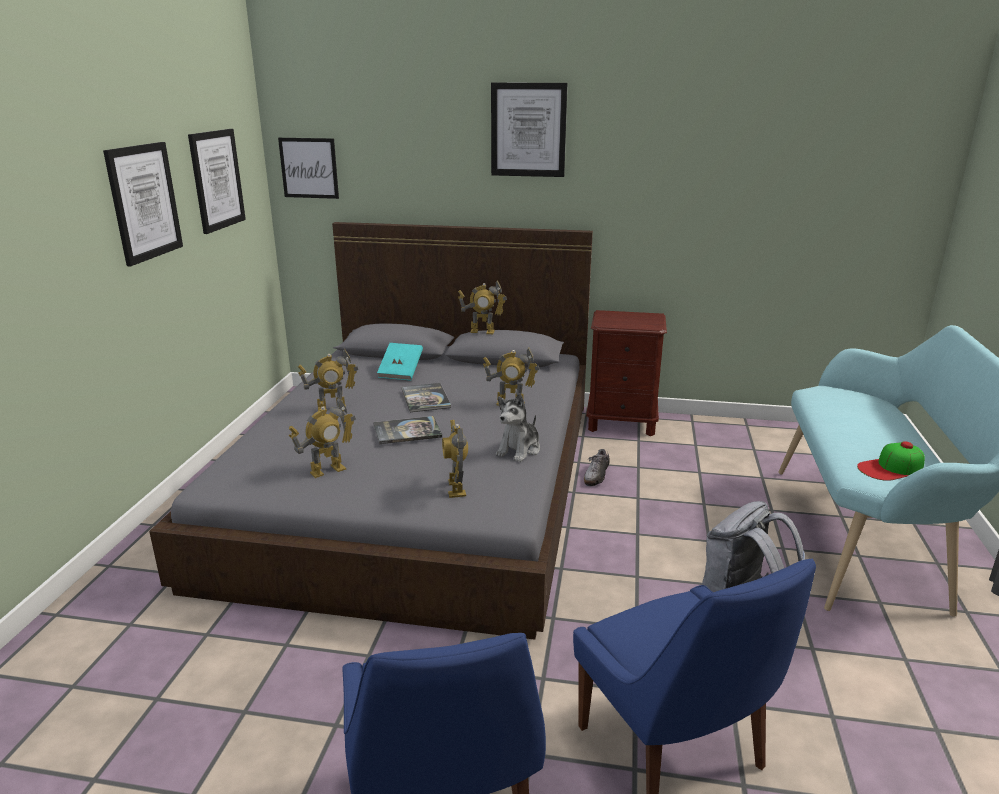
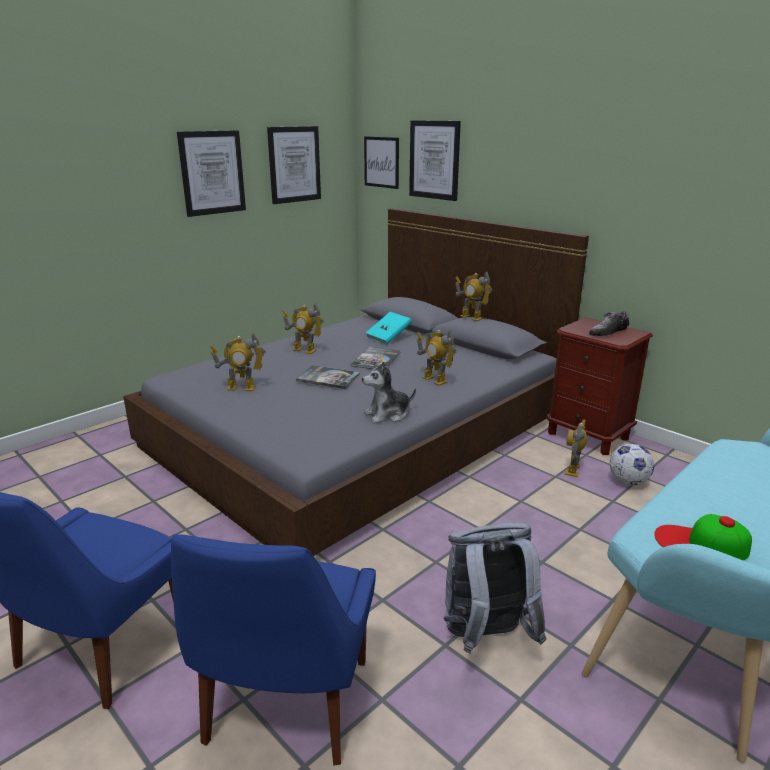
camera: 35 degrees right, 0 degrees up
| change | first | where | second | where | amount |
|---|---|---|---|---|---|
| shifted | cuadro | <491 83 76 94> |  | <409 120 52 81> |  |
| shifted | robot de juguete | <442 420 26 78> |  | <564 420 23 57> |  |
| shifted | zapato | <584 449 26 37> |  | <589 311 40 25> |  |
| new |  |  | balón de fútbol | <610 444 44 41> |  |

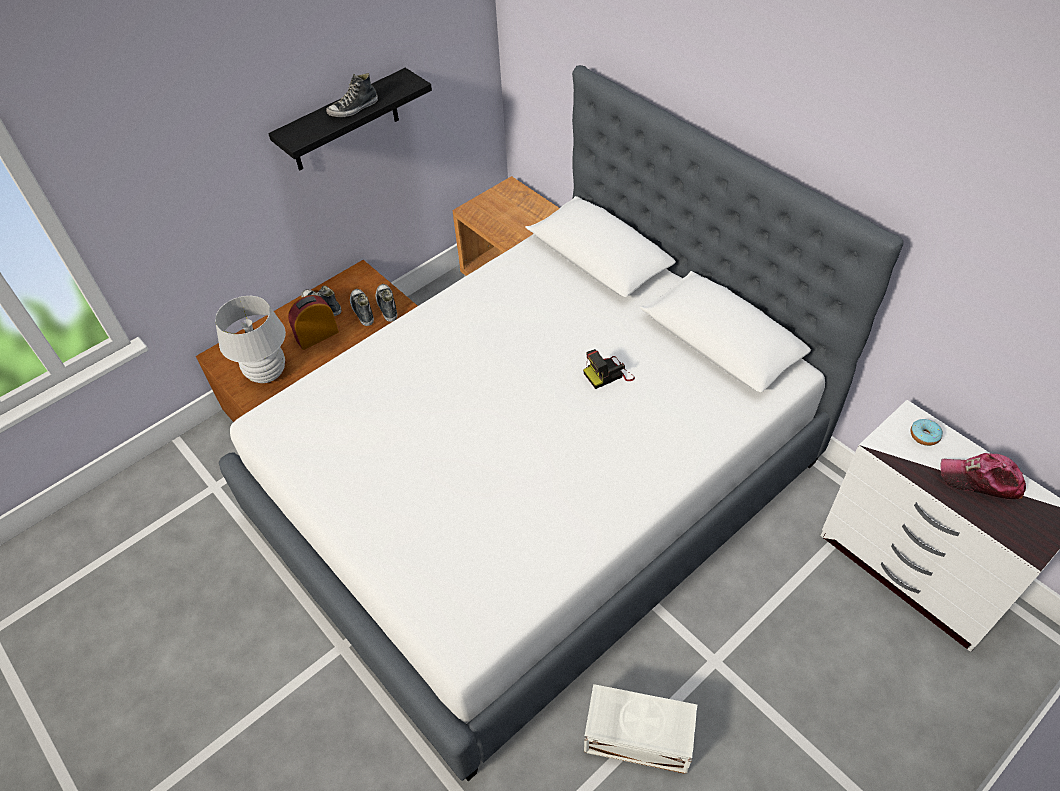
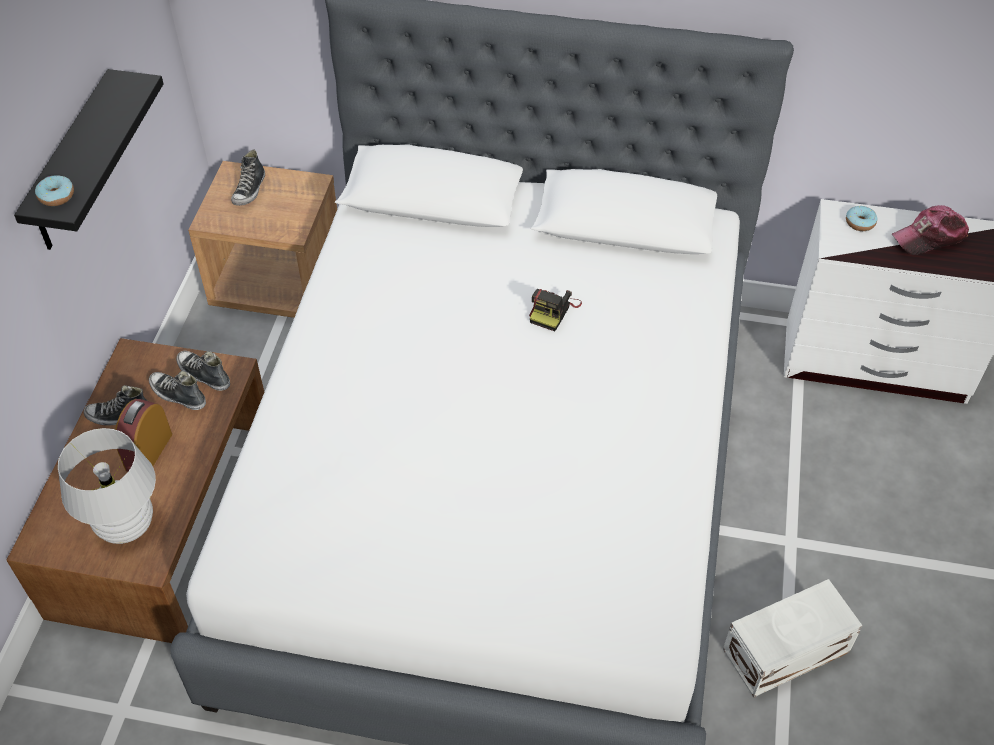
camera: 40 degrees left, 0 degrees up
| change | first | where | second | where | amount |
|---|---|---|---|---|---|
| shifted | zapato | <326 73 52 44> |  | <231 149 34 57> |  |
| new |  |  | rosquilla | <35 175 39 31> |  |

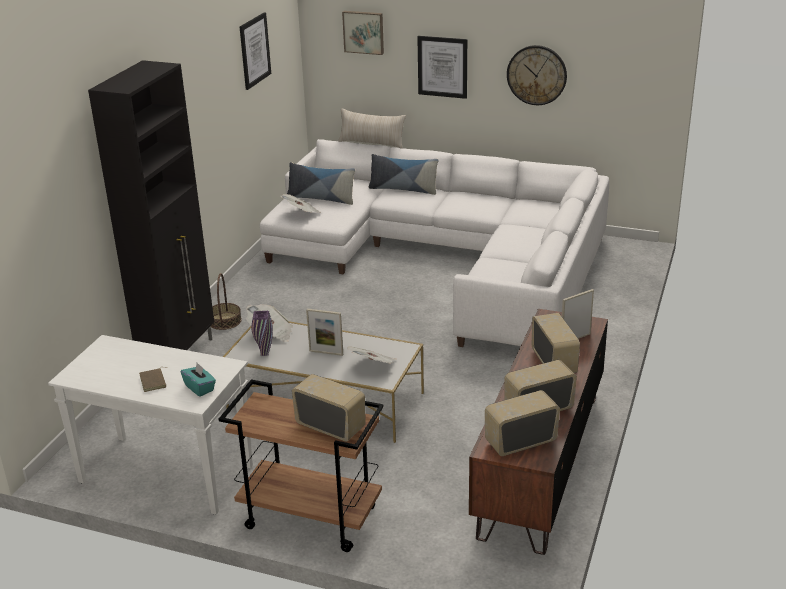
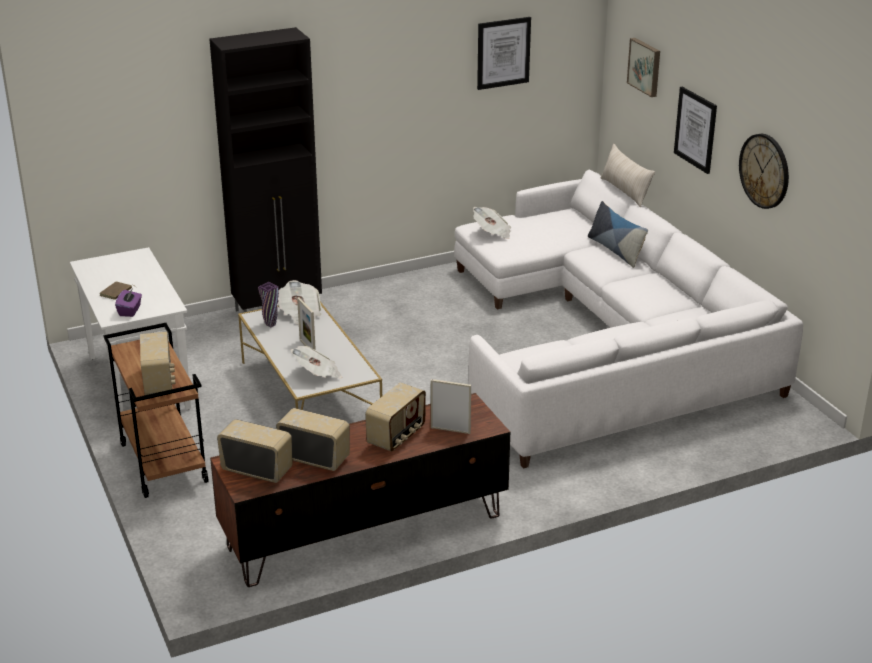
camera: 45 degrees right, 0 degrees up
| change | first | where | second | where | amount |
|---|---|---|---|---|---|
| gone | cojín | <287 162 68 43> |  |  |  |
| gone | cesta | <211 273 31 57> |  |  |  |
| repainted | caja de pañuelos/turquesa | <181 363 35 34> | caja de pañuelos/morado | <115 288 27 29> |  |

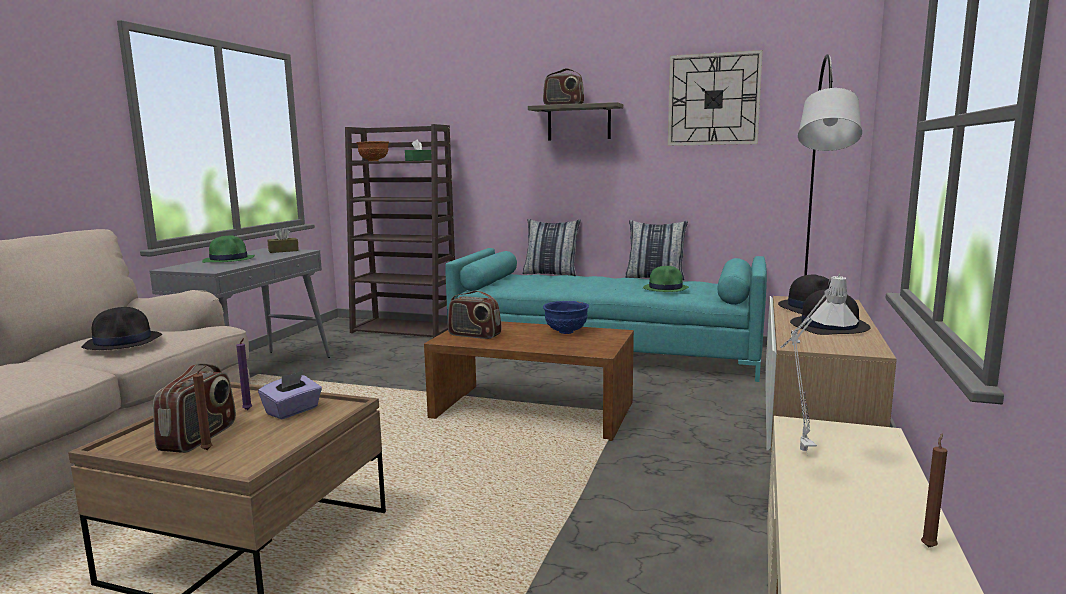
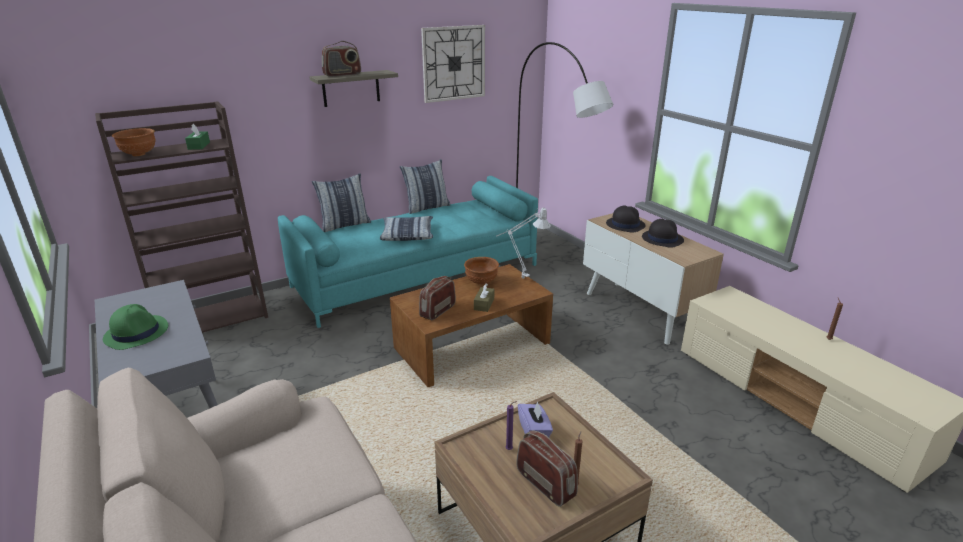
camera: 50 degrees left, 15 degrees up
| change | first | where | second | where | amount |
|---|---|---|---|---|---|
| shifted | caja de pañuelos/marrón | <268 228 31 25> |  | <474 284 20 28> |  |
| gone | sombrero/verde | <643 266 46 26> |  |  |  |
| shifted | lámpara de mesa/gris | <780 274 78 182> |  | <497 208 54 71> |  |
| rotated | radio | <448 291 53 48> |  | <419 276 37 44> | 150 degrees clockwise |
| repainted | cuenco/azul | <543 301 46 33> | cuenco/marrón | <464 257 35 28> |  |
| gone | sombrero/negro | <81 307 81 43> |  |  |  |
| new |  |  | cojín | <380 216 53 25> |  |

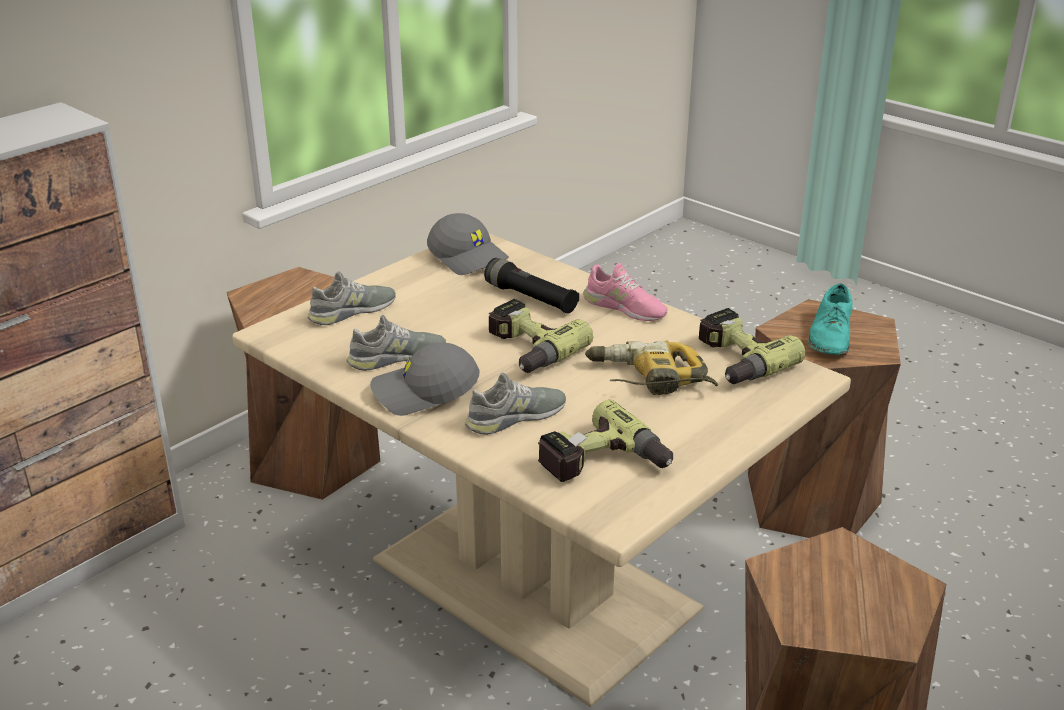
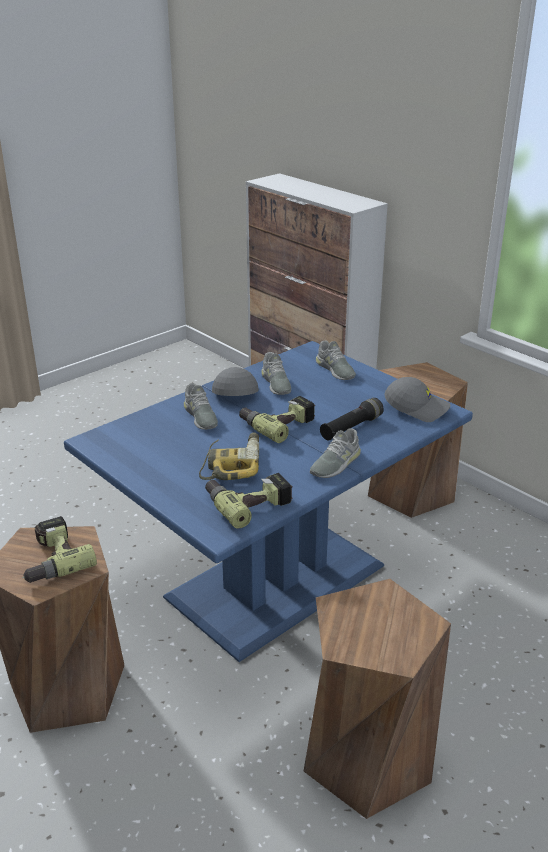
camera: 95 degrees right, 0 degrees up
| change | first | where | second | where | amount |
|---|---|---|---|---|---|
| rotated | gorra/gris | <427 213 82 62> |  | <384 377 66 45> | 120 degrees counterclockwise |
| repainted | mesa de comedor/beis | <232 233 619 474> | mesa de comedor/azul | <64 341 409 321> |  |
| repainted | zapato/rosa | <583 263 85 58> | zapato/gris | <310 428 51 50> |  |
| gone | zapato/turquesa | <808 283 45 72> |  |  |  |
| shifted | taladro | <538 400 135 82> |  | <22 516 75 67> |  |

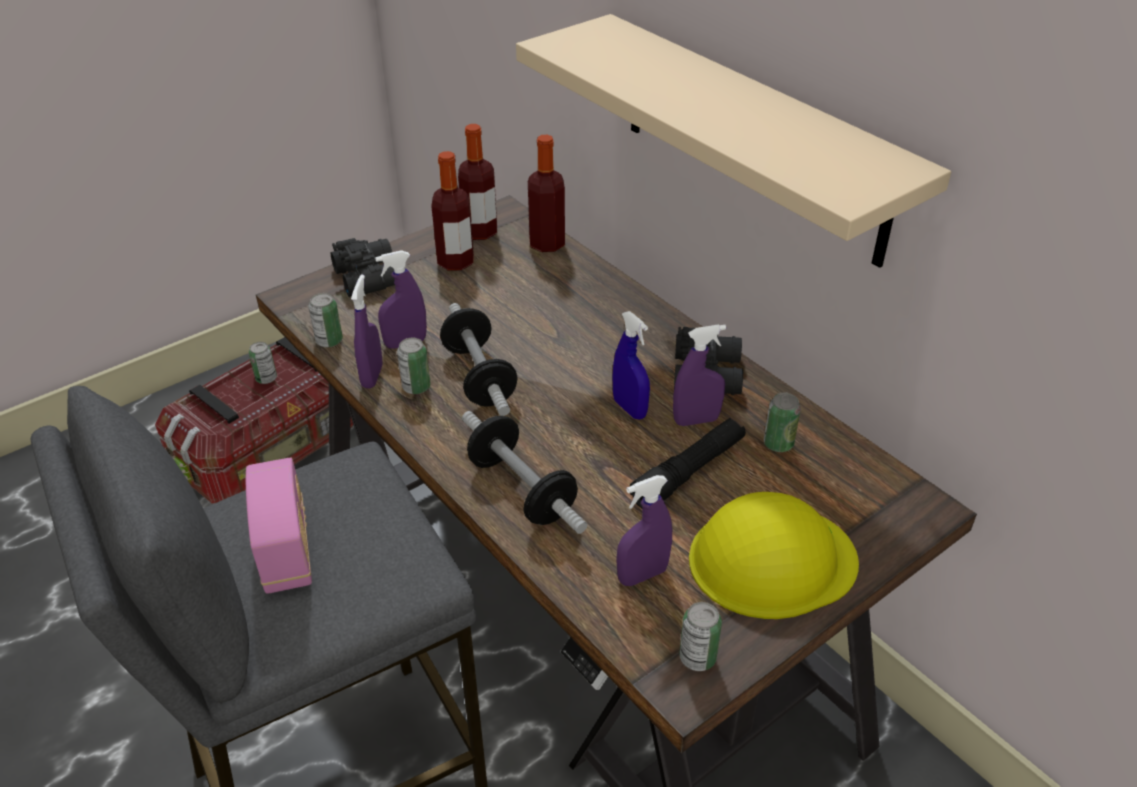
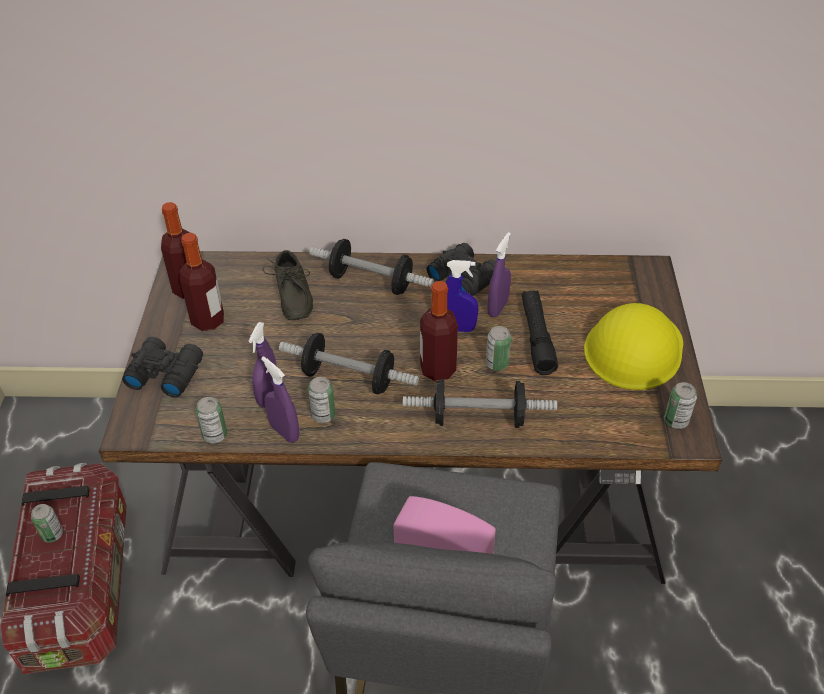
camera: 50 degrees left, 5 degrees up
| change | first | where | second | where | amount |
|---|---|---|---|---|---|
| gone | estante/beis | <516 14 435 254> |  |  |  |
| shifted | botella | <528 135 37 117> |  | <420 281 38 100> |  |
| shifted | lata | <764 393 37 59> |  | <486 326 25 45> |  |
| gone | pulverizador/morado | <616 475 56 111> |  |  |  |
| new |  |  | mancuerna | <309 239 125 56> |  |
| new |  |  | zapato/gris | <263 250 50 71> |  |

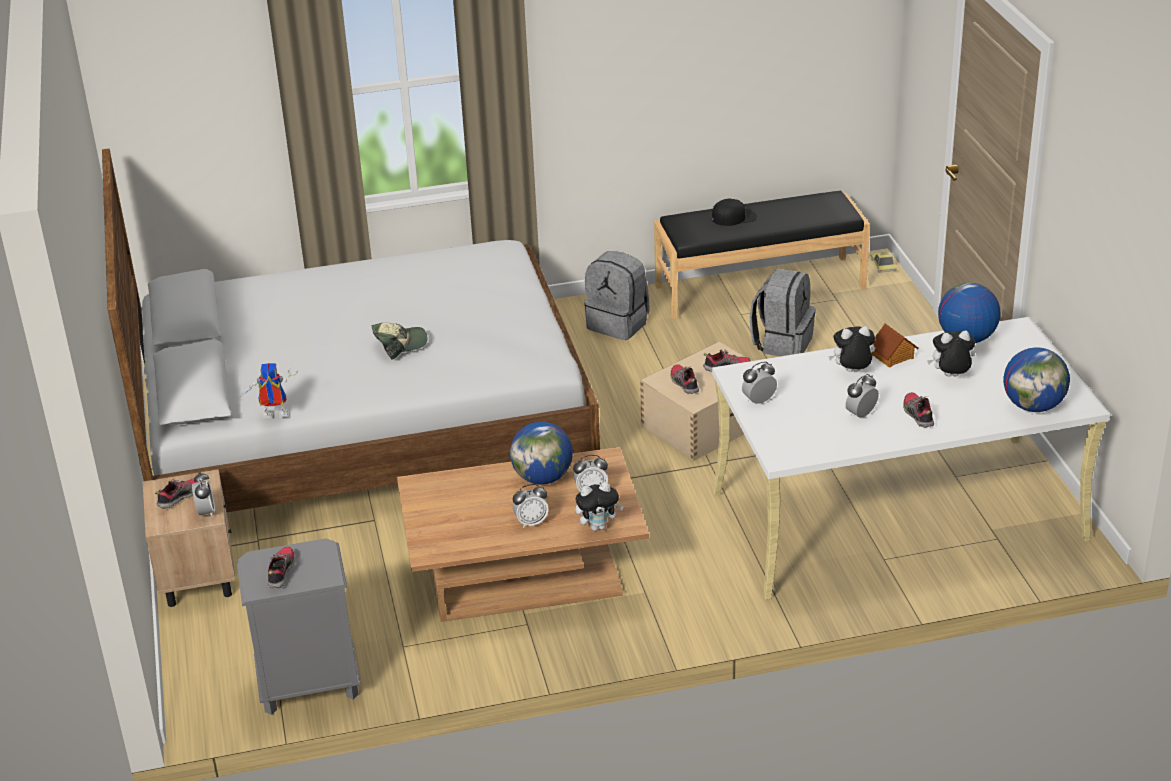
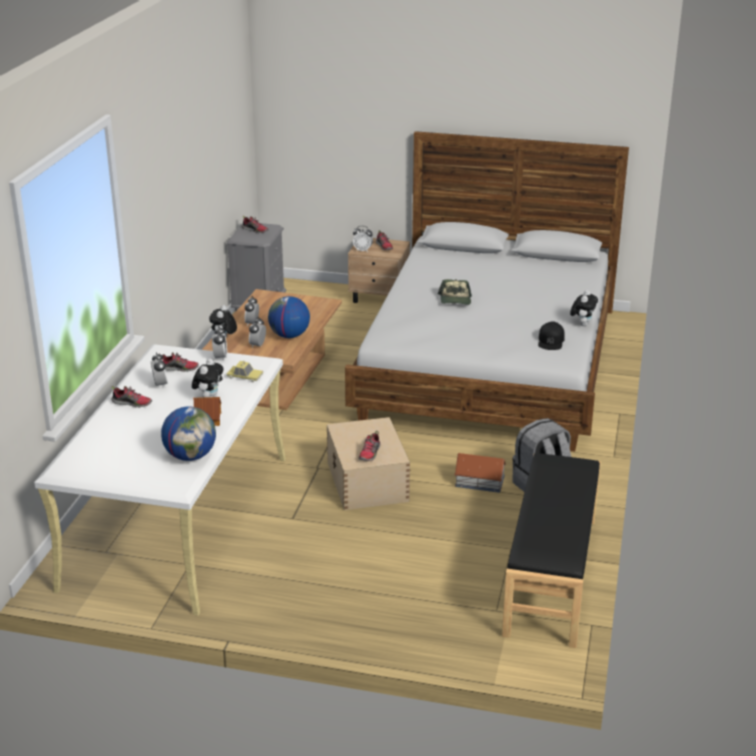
camera: 115 degrees right, 5 degrees down
| change | first | where | second | where | amount |
|---|---|---|---|---|---|
| shifted | gorra/negro | <712 199 45 27> |  | <538 321 27 29> |  |
| shifted | coche de juguete | <871 251 26 22> |  | <226 361 37 21> |  |
| gone | mochila/gris | <750 268 66 89> |  |  |  |
| shifted | peluche | <927 331 48 45> |  | <570 290 28 36> |  |
| gone | globo terráqueo | <1003 347 67 65> |  |  |  |
| gone | robot de juguete | <239 363 58 56> |  |  |  |
| shifted | zapato | <671 364 28 30> |  | <159 352 40 20> |  |
| new |  |  | casita | <454 453 52 40> |  |

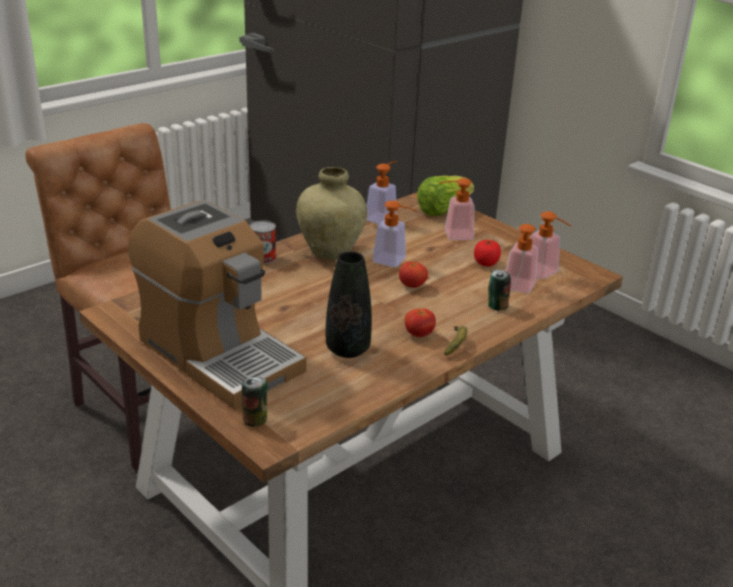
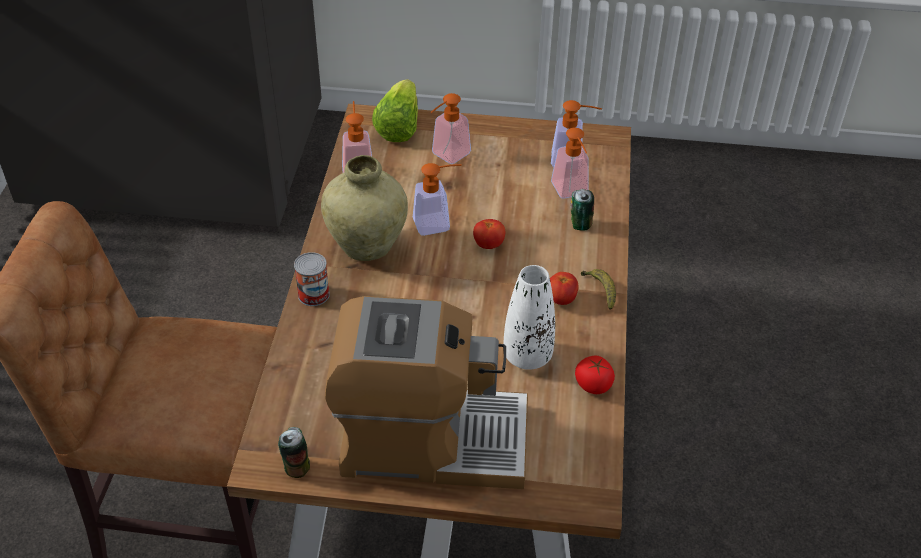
camera: 40 degrees left, 15 degrees up
| change | first | where | second | where | amount |
|---|---|---|---|---|---|
| shifted | tomate | <474 240 27 27> |  | <575 356 40 38> |  |
| repainted | florero/negro | <326 252 46 106> | florero/blanco | <503 265 52 105> |  |
| shifted | lata | <242 377 26 50> |  | <278 427 32 51> |  |

